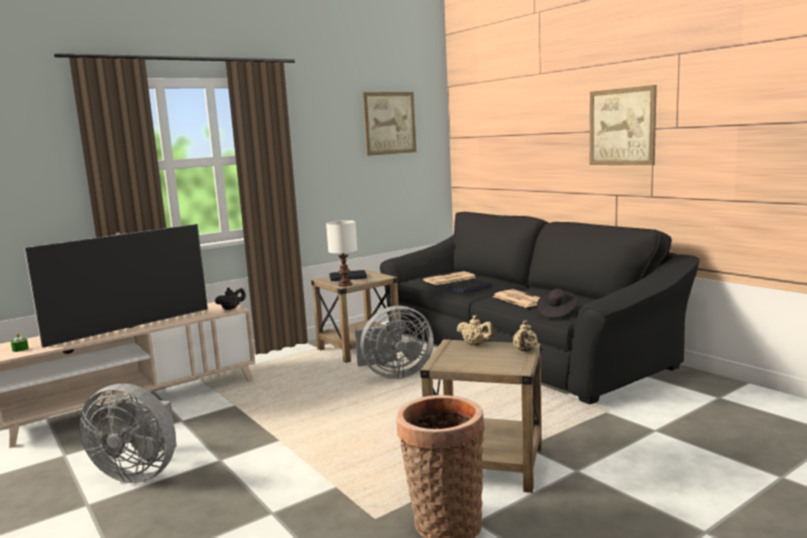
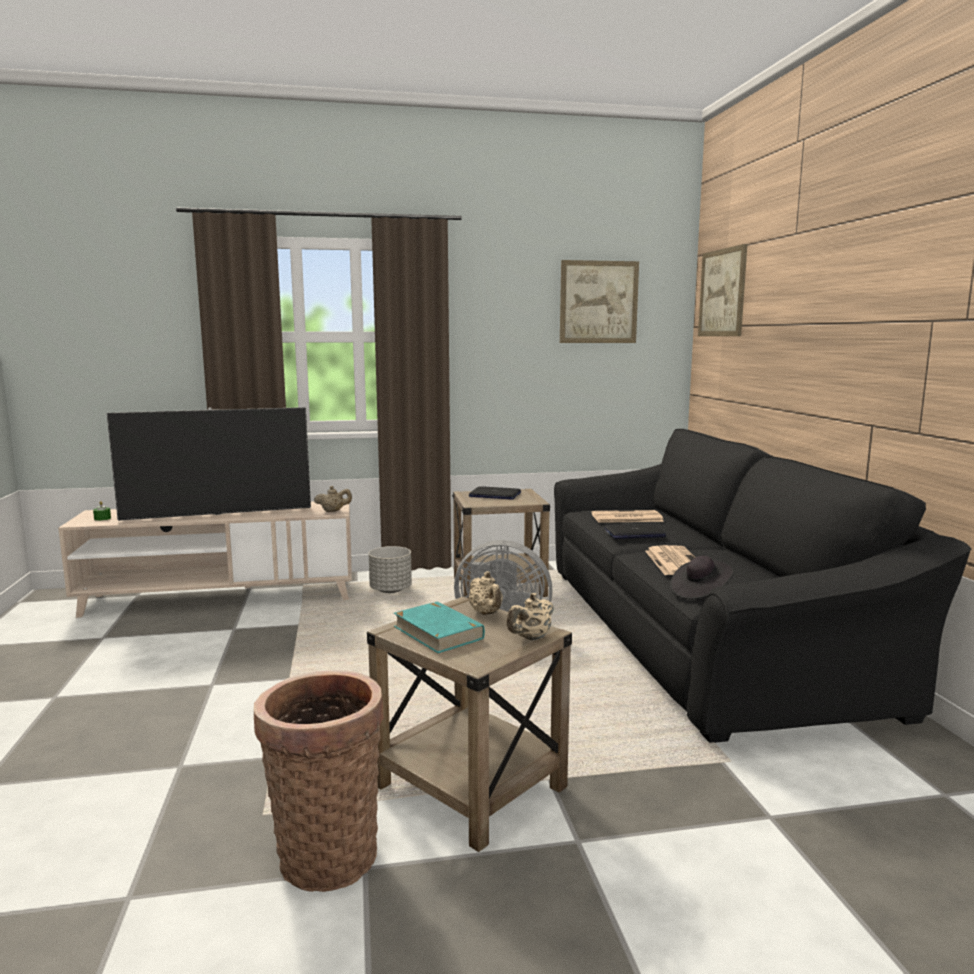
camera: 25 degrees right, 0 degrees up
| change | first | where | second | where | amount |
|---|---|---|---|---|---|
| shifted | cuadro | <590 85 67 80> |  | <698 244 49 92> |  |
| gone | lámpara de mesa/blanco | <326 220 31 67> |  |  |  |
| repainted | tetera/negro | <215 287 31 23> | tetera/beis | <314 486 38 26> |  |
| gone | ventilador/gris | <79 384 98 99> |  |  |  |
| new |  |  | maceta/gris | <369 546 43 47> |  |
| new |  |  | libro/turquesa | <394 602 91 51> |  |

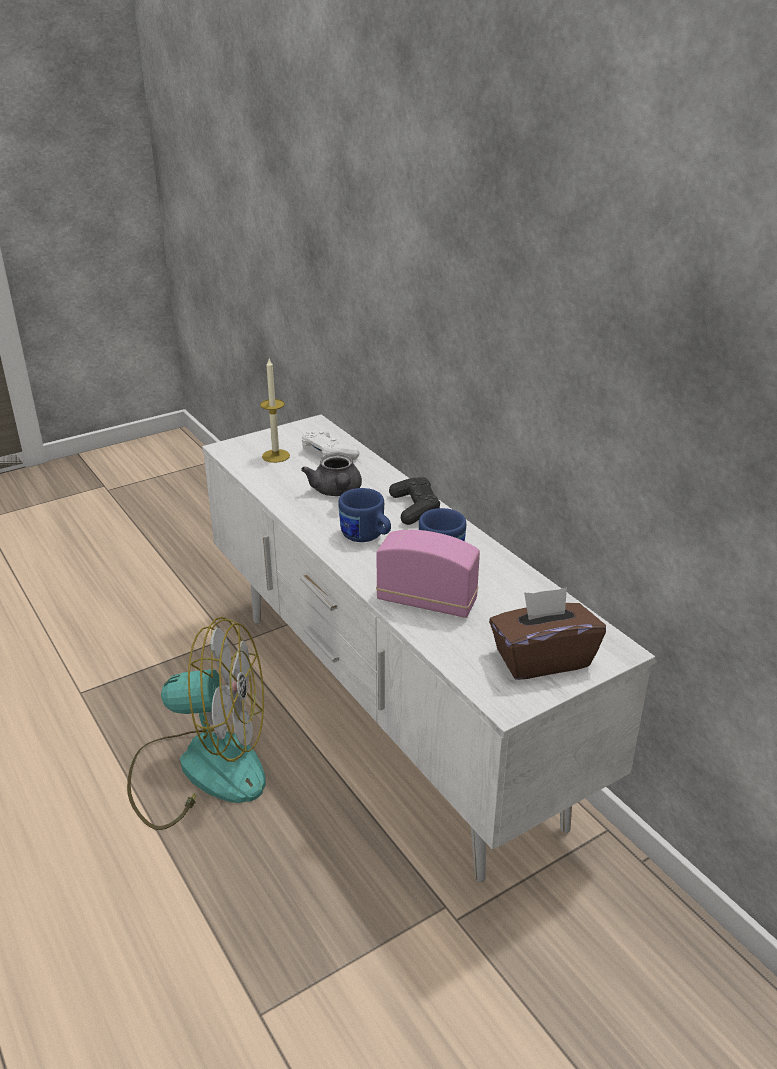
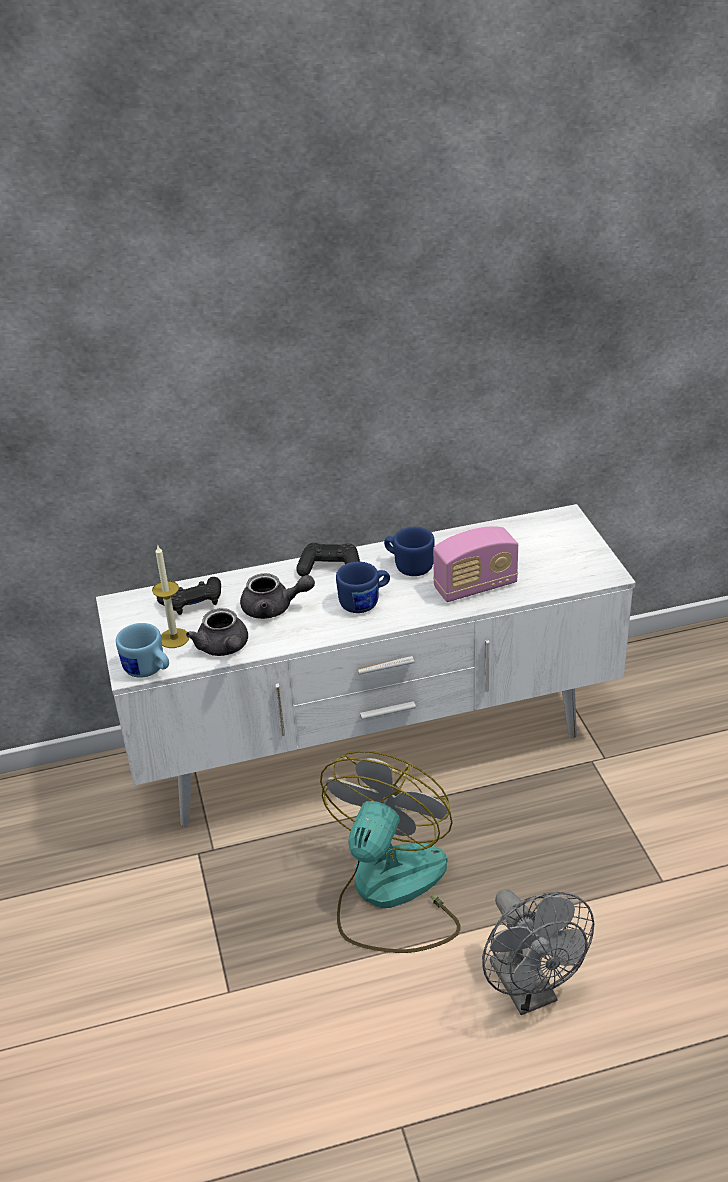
camera: 70 degrees left, 5 degrees up
| change | first | where | second | where | amount |
|---|---|---|---|---|---|
| repainted | mando de consola/blanco | <302 429 58 31> | mando de consola/negro | <157 577 64 38> |  |
| rotated | radio | <376 530 104 88> |  | <433 526 85 76> | 150 degrees counterclockwise |
| gone | caja de pañuelos/marrón | <489 587 117 93> |  |  |  |
| new |  |  | tetera/gris | <186 608 62 48> |  |
| new |  |  | taza grande/azul | <116 623 53 55> |  |
| new |  |  | ventilador/gris | <482 889 112 126> |  |

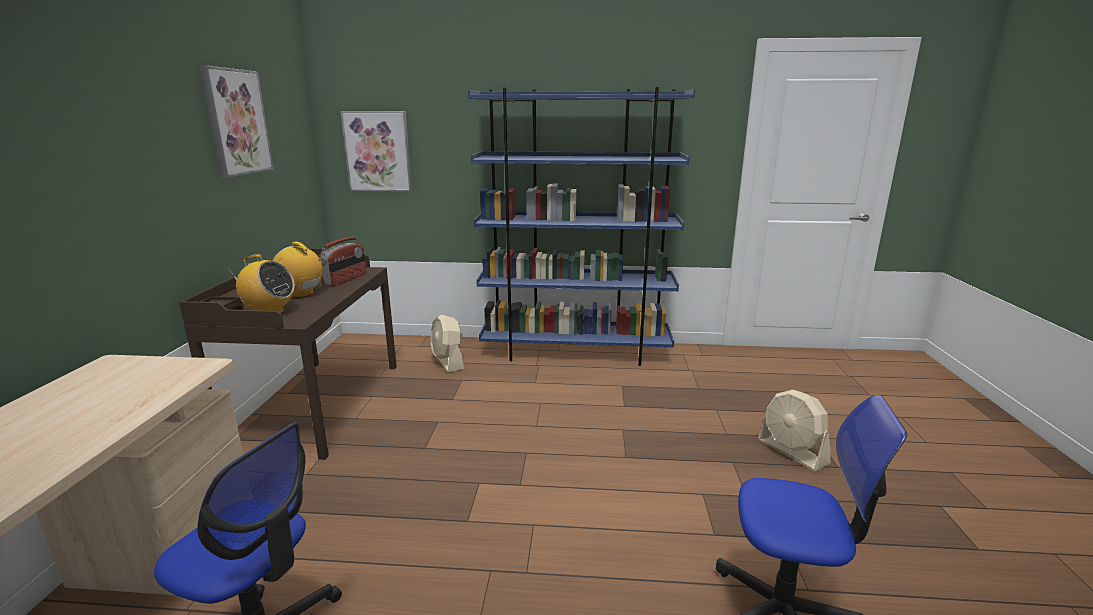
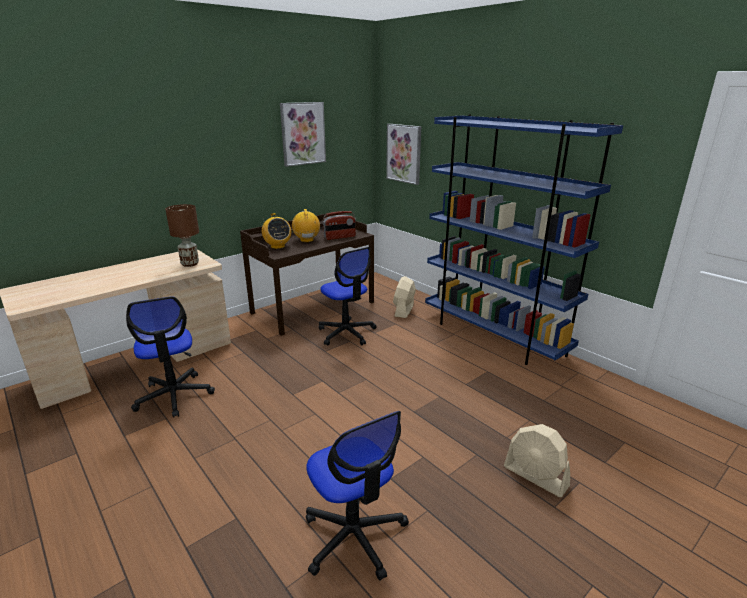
camera: 45 degrees right, 5 degrees up
| change | first | where | second | where | amount |
|---|---|---|---|---|---|
| rotated | ventilador/beis | <758 390 73 81> |  | <504 424 66 73> | 60 degrees counterclockwise |
| new |  |  | lámpara de mesa/marrón | <165 204 34 63> |  |
| new |  |  | silla de oficina | <319 247 58 98> |  |

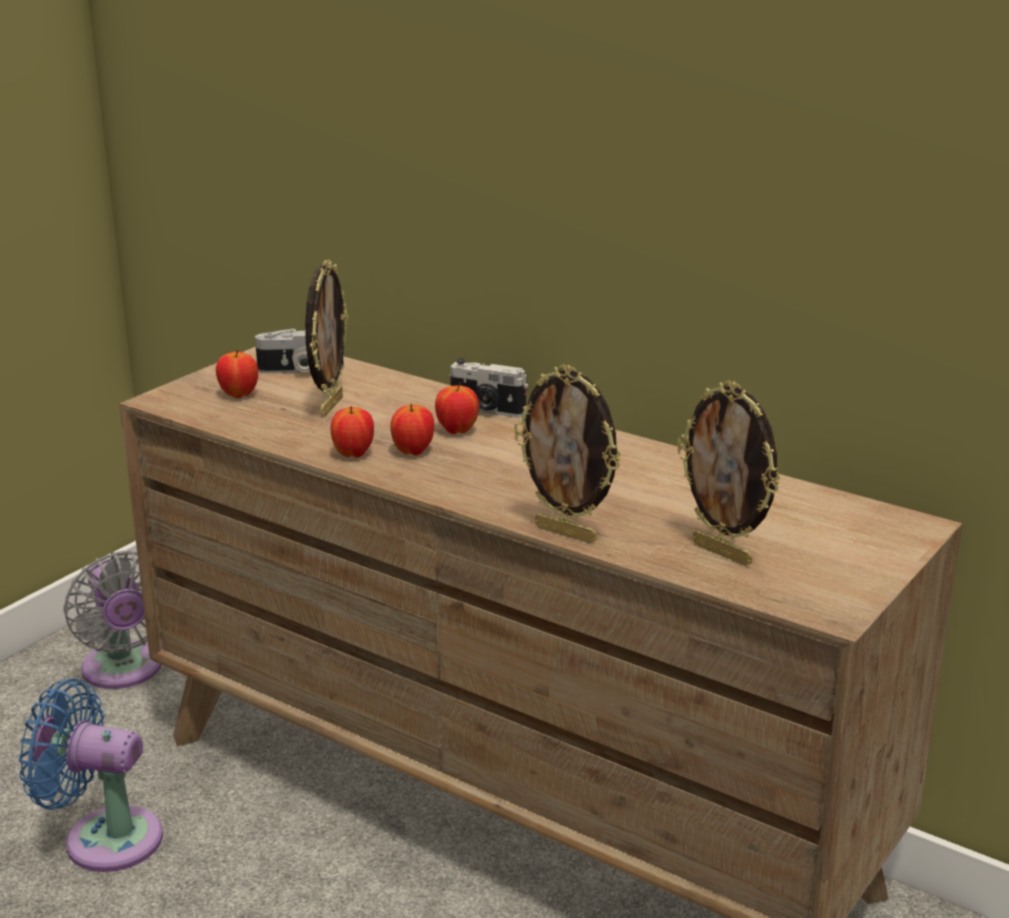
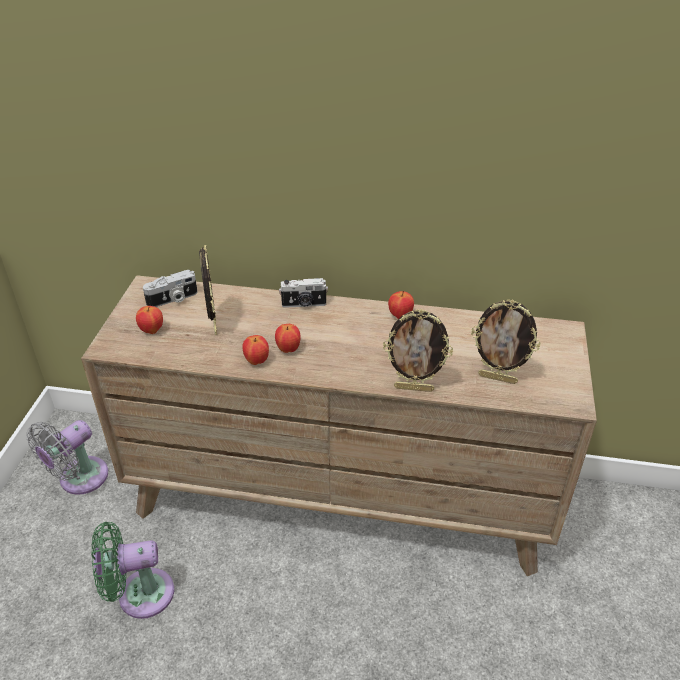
camera: 25 degrees left, 15 degrees up
| change | first | where | second | where | amount |
|---|---|---|---|---|---|
| shifted | manzana | <435 382 44 52> |  | <388 291 26 28> |  |
| rotated | ventilador/gris | <64 550 98 139> |  | <26 420 82 75> | 90 degrees clockwise |
| repainted | ventilador/azul | <19 679 144 193> | ventilador/verde | <92 522 82 97> |  |

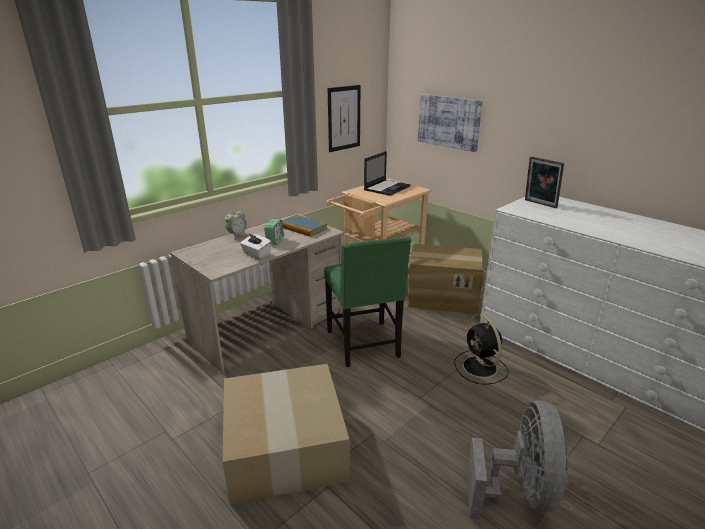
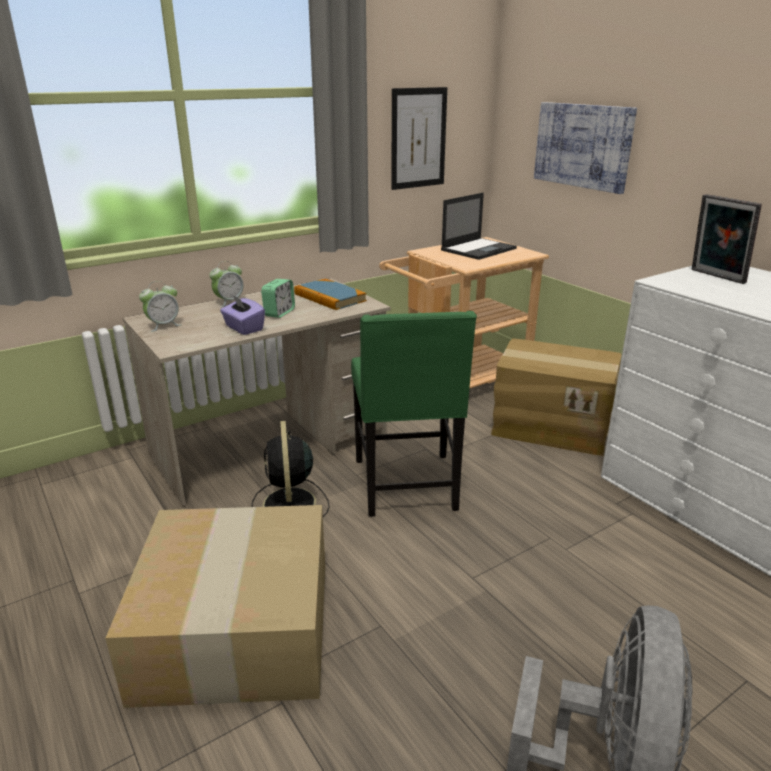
camera: 10 degrees right, 0 degrees up
| change | first | where | second | where | amount |
|---|---|---|---|---|---|
| repainted | caja de pañuelos/blanco | <240 233 32 26> | caja de pañuelos/morado | <220 294 45 41> |  |
| shifted | ventilador/negro | <454 314 54 71> |  | <252 421 77 96> |  |
| new |  |  | despertador | <139 281 42 51> |  |

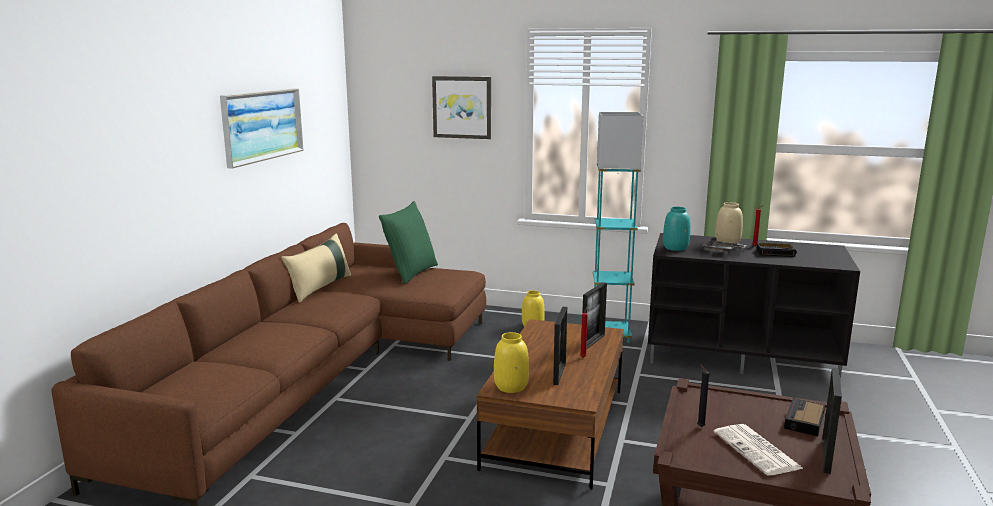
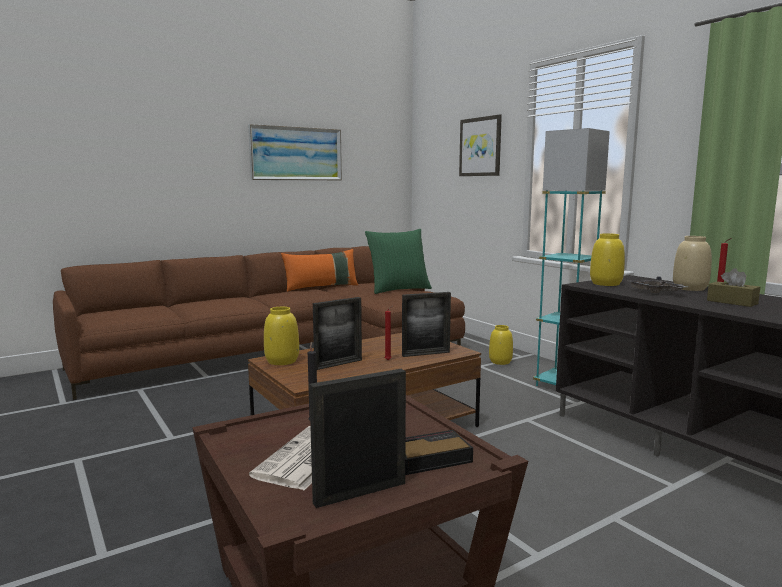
camera: 40 degrees right, 5 degrees down
| change | first | where | second | where | amount |
|---|---|---|---|---|---|
| repainted | florero/turquesa | <663 207 28 44> | florero/amarillo | <590 233 35 53> |  |
| repainted | cojín/beis | <281 234 70 69> | cojín/naranja | <281 249 77 43> |  |
| swapped | despertador | <756 243 41 14> | caja de pañuelos/marrón | <707 268 53 39> |  |

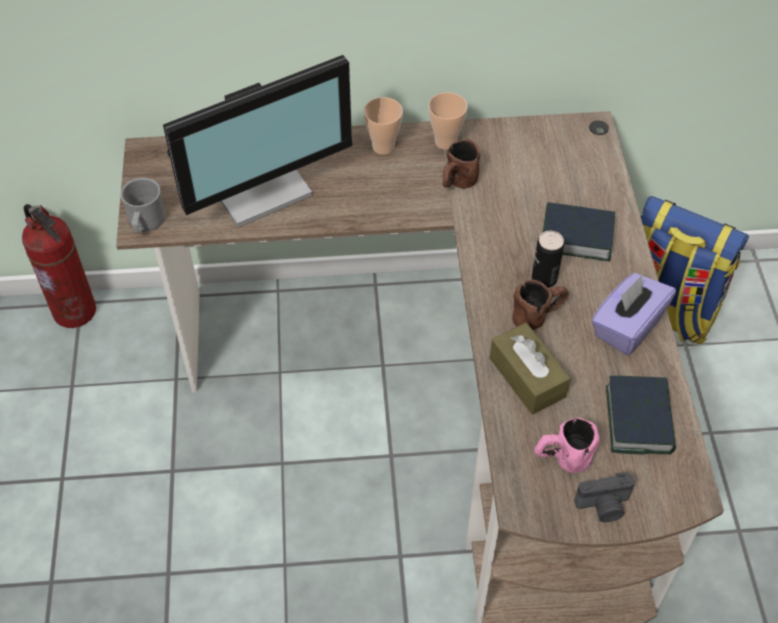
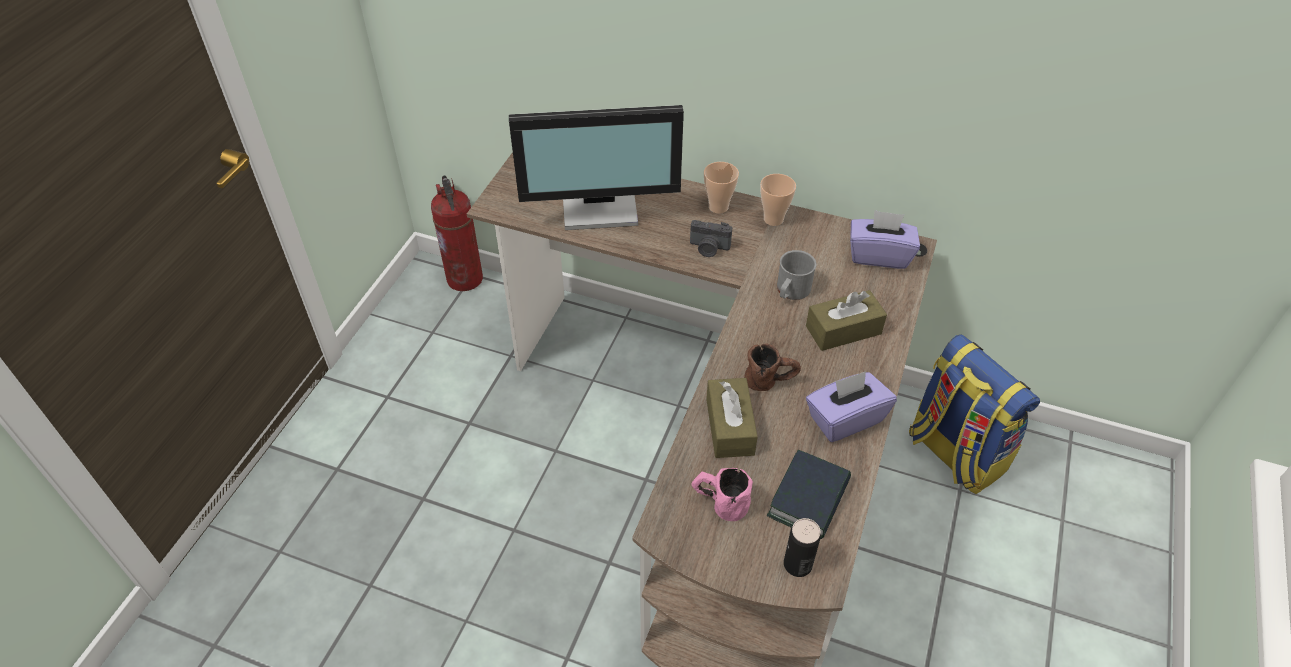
camera: 25 degrees right, 5 degrees down
| change | first | where | second | where | amount |
|---|---|---|---|---|---|
| gone | taza grande/marrón | <442 139 38 50> |  |  |  |
| shifted | taza grande/gris | <120 178 46 56> |  | <777 250 39 50> |  |
| swapped | libro | <543 202 72 60> | caja de pañuelos/marrón | <806 290 81 61> |  |
| shifted | lata | <532 231 32 57> |  | <784 518 37 59> |  |
| shifted | cámara | <574 472 61 50> |  | <690 220 42 37> |  |
| new |  |  | caja de pañuelos/morado | <850 210 70 59> |  |

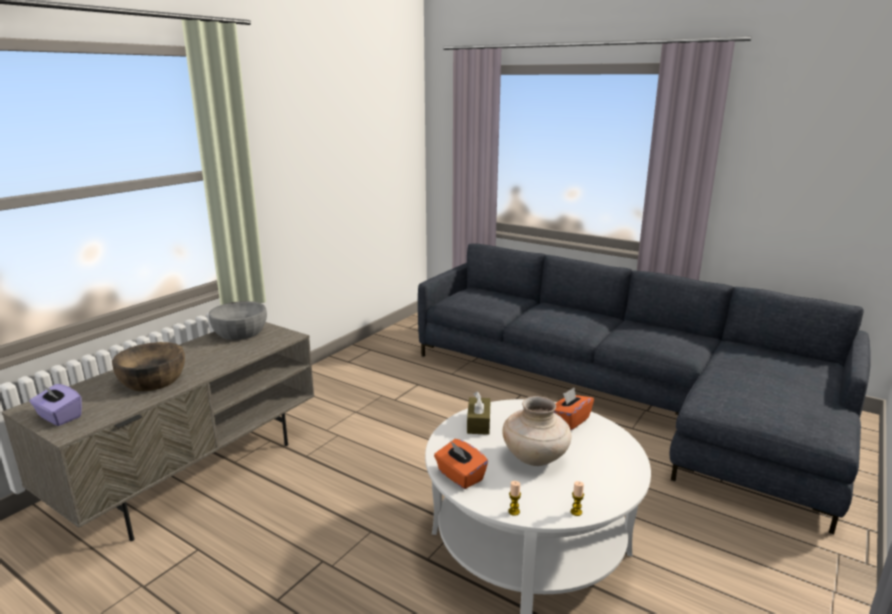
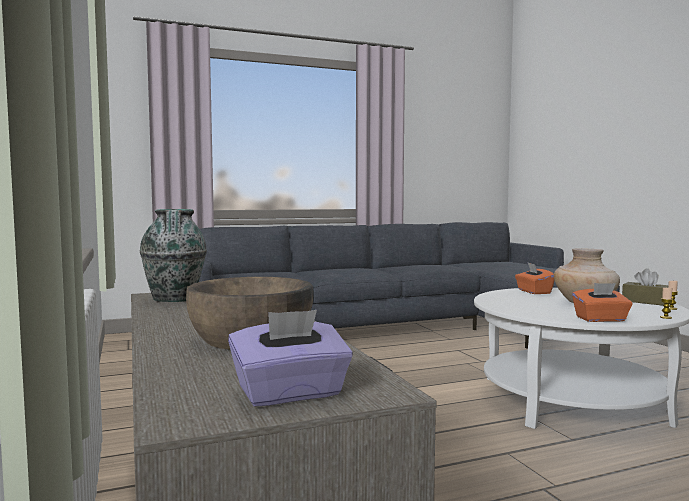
camera: 55 degrees left, 15 degrees down
| change | first | where | second | where | amount |
|---|---|---|---|---|---|
| swapped | cuenco/gris | <209 301 58 39> | florero | <140 209 67 93> |  |
| shifted | caja de pañuelos/marrón | <467 391 24 44> |  | <622 268 46 38> |  |

